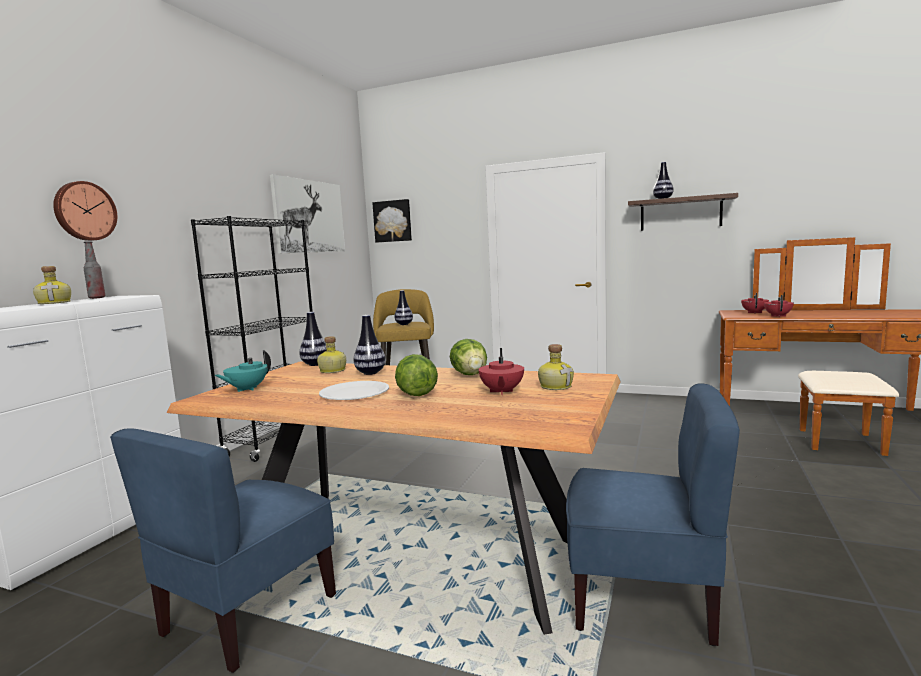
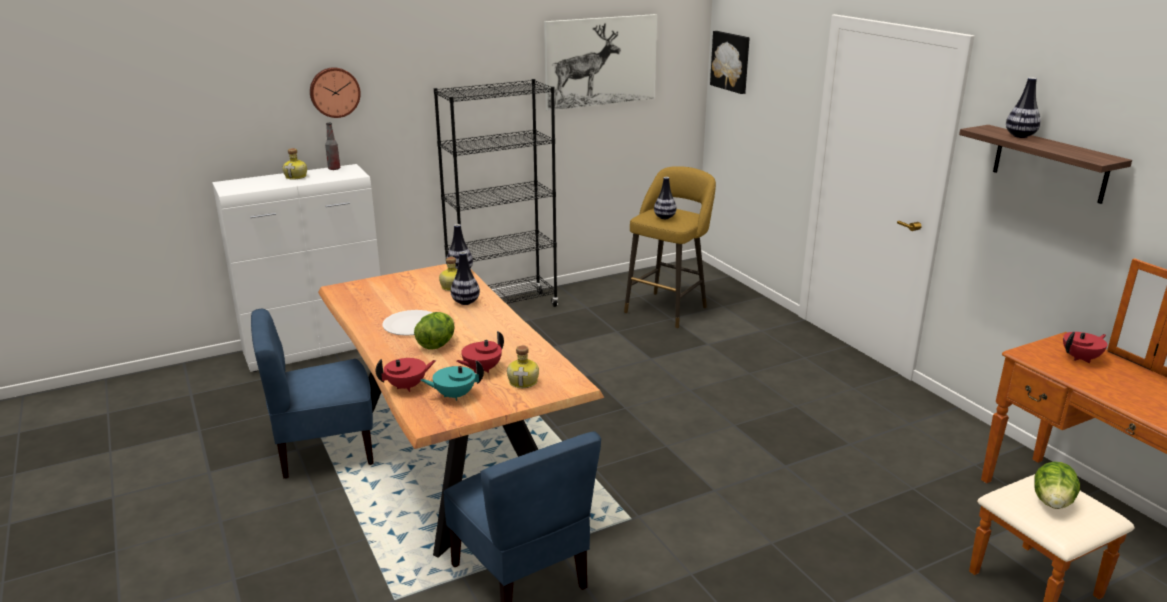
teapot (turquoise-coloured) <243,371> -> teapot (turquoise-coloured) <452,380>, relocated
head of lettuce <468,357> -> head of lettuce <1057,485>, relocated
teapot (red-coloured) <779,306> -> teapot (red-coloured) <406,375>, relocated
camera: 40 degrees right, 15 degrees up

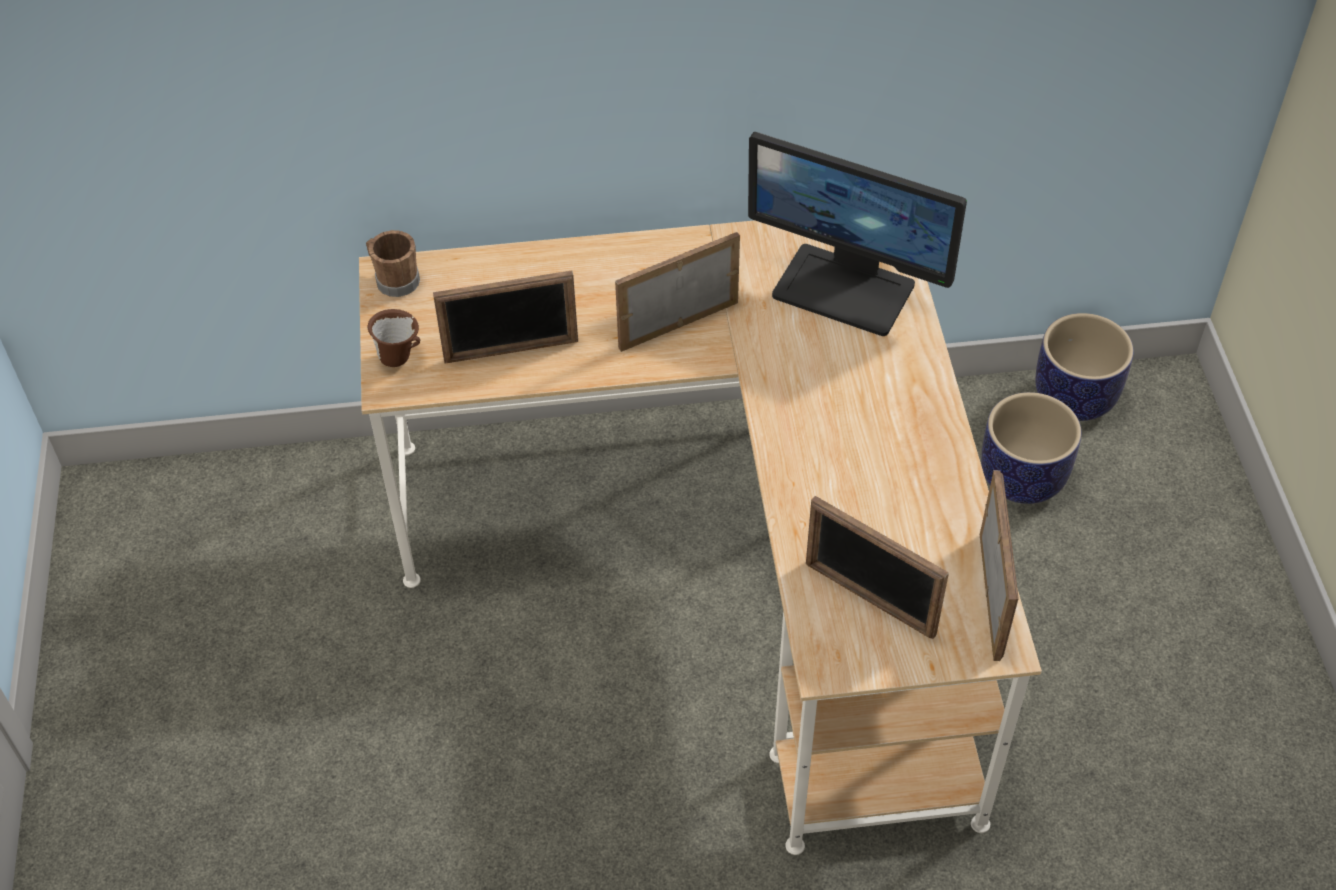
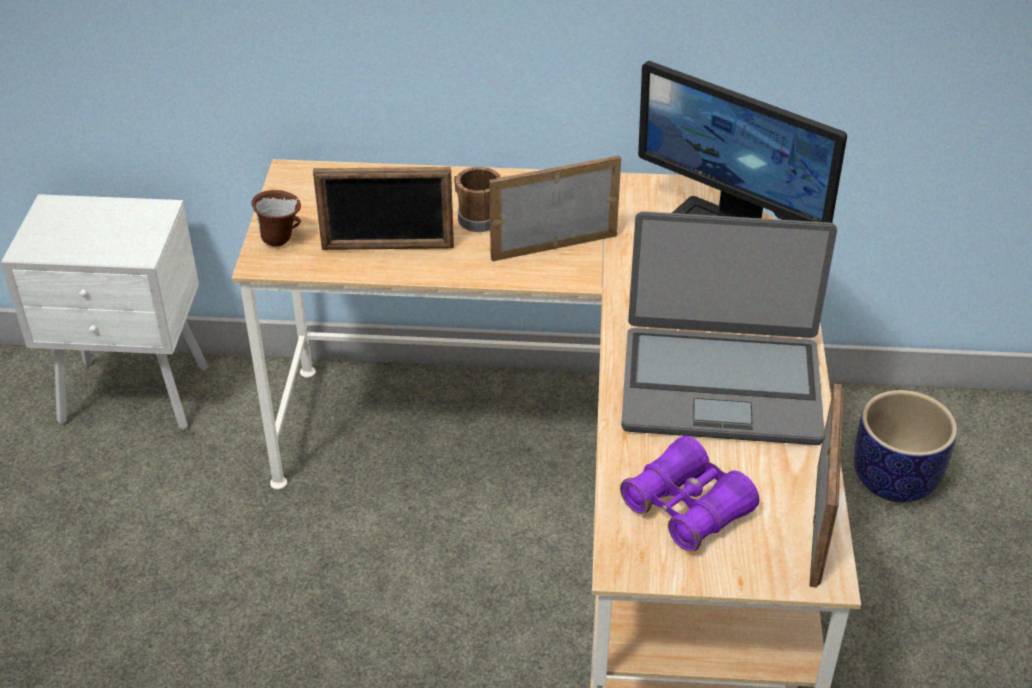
planter <1084,367> -> none
none -> bedside table (whitish) <104,312>
none -> laptop <729,328>
coffee mug (brown-coloured) <393,263> -> coffee mug (brown-coloured) <477,199>, relocated
standing frame <877,567> -> pair of binoculars (purplish) <689,494>
camera: 10 degrees right, 10 degrees down

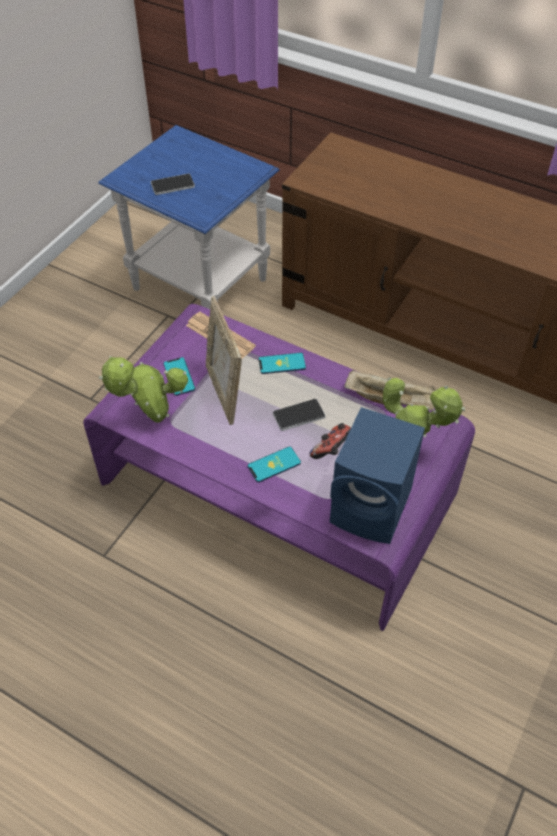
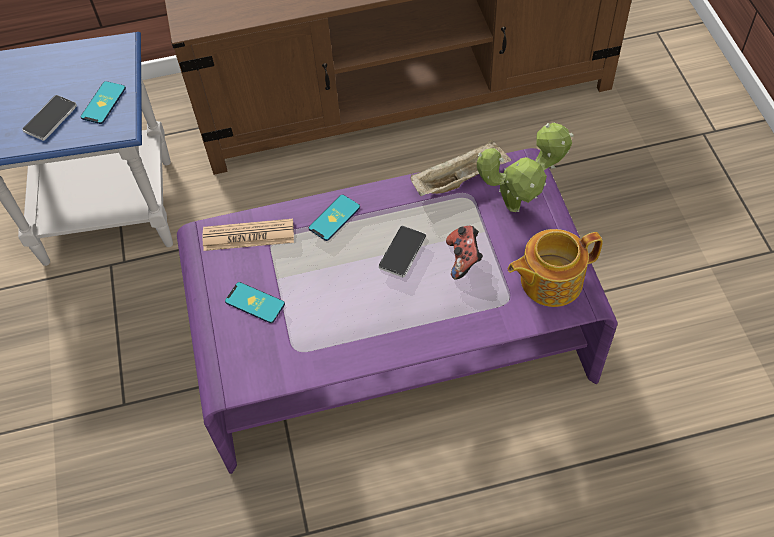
plant in a pot <143,389> -> none
standing frame <224,360> -> none
phone <274,464> -> phone <103,102>, relocated
speaker (blue) <377,475> -> teapot <555,268>
camera: 40 degrees left, 5 degrees up

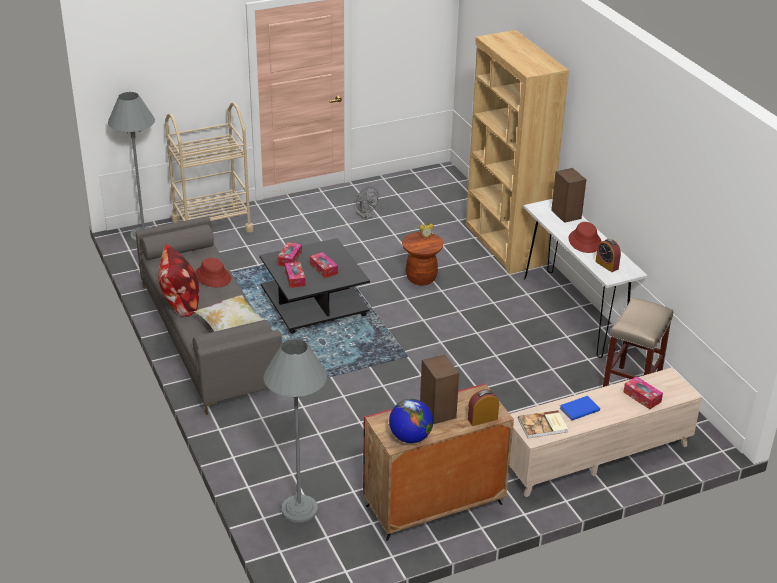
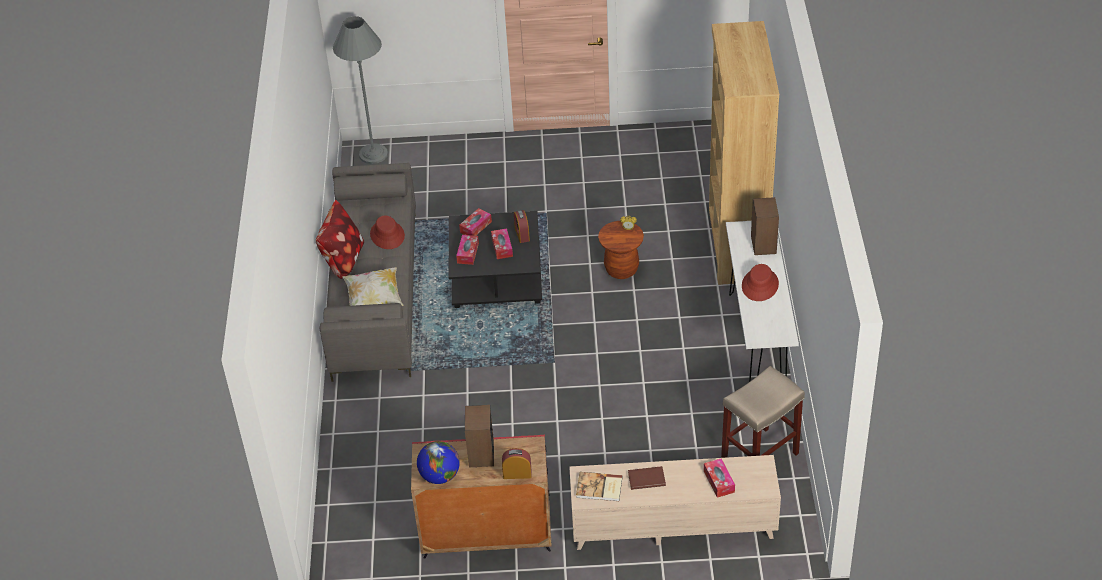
trolley (beige-coloured) <209,167> -> none
standard lamp (grey) <295,430> -> none
fan (grey) <367,203> -> none
alarm clock <608,255> -> alarm clock <522,226>, relocated
book (blue) <580,408> -> book (brown-coloured) <647,478>
camera: 25 degrees right, 10 degrees up

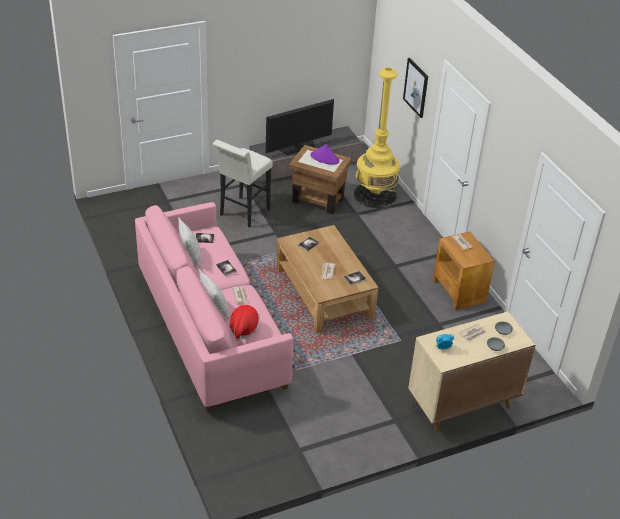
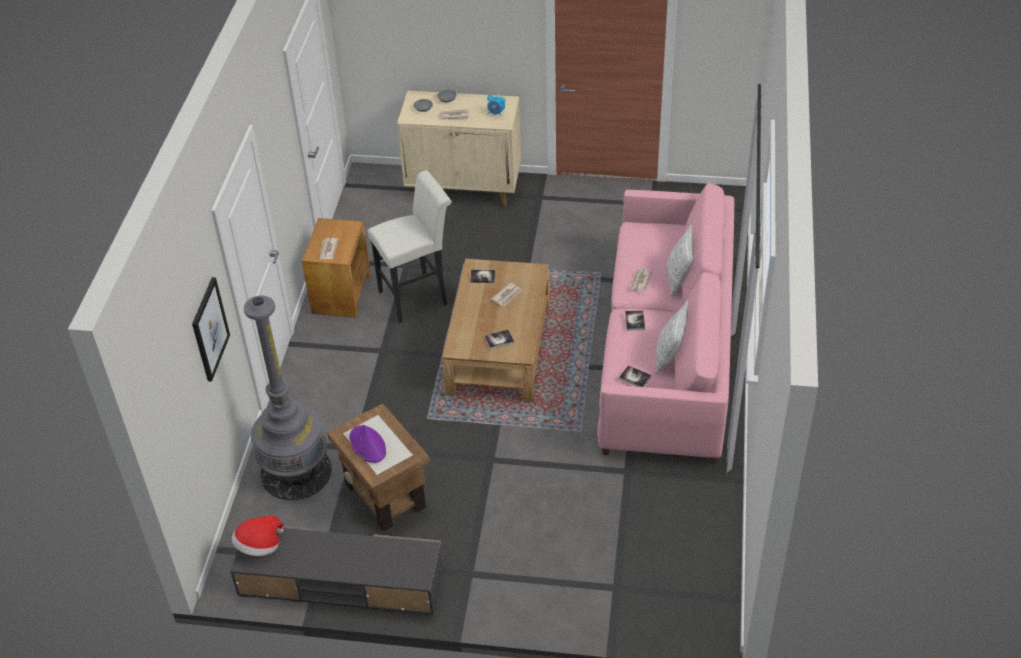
television <300,127> -> none
sitting stool (whitish) <243,184> -> sitting stool (whitish) <409,246>, relocated
hat <244,323> -> hat <258,536>, relocated
standard lamp (yellowish) <377,137> -> standard lamp (grey) <288,397>
camera: 145 degrees left, 5 degrees up

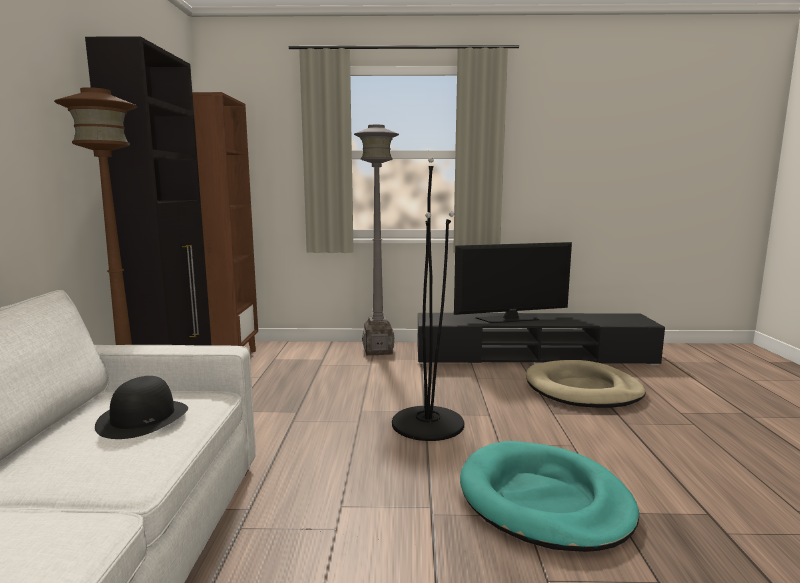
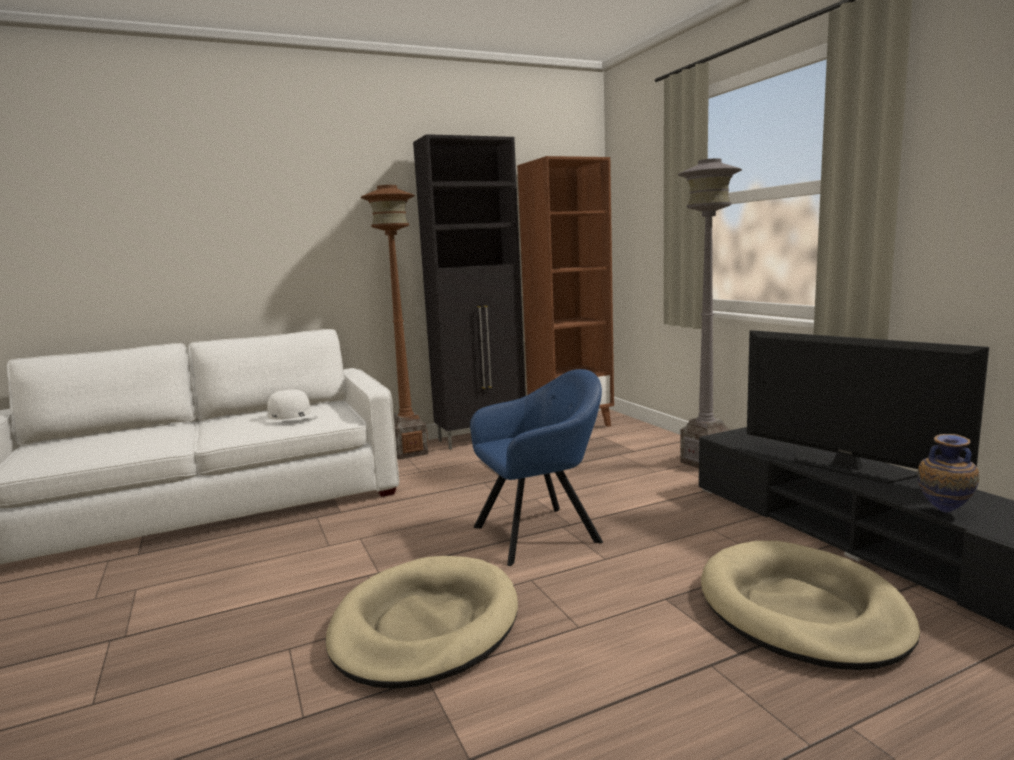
none -> decorative vase <948,473>
standard lamp (black-coloured) <428,299> -> armchair (blue) <536,467>
hat (black-coloured) <141,407> -> hat (whitish) <289,406>
pet bed (turquoise-coloured) <549,496> -> pet bed (beige-coloured) <421,622>
camera: 65 degrees right, 0 degrees up

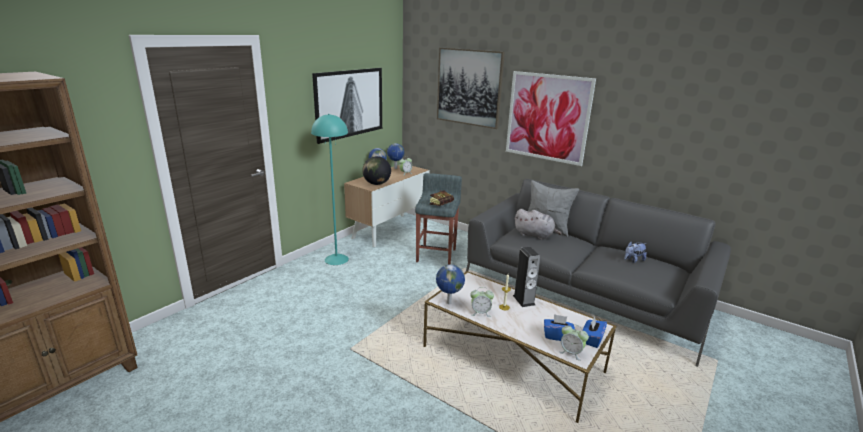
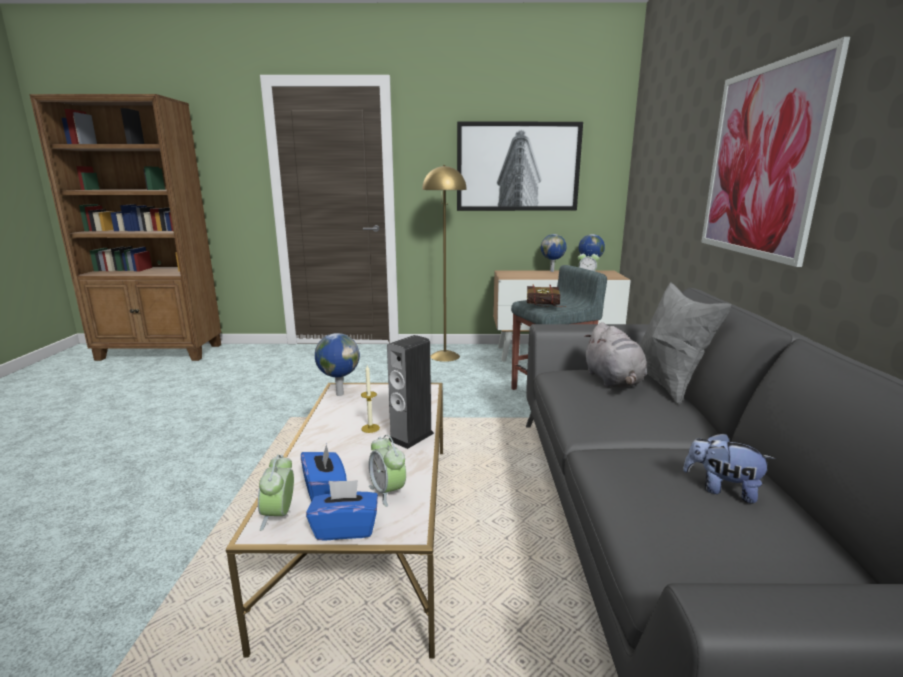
globe <376,170> -> none
wall art <471,88> -> none
alarm clock <482,302> -> alarm clock <387,471>, relocated
standard lamp (turquoise-coloured) <330,189> -> standard lamp (yellowish) <444,263>
camera: 55 degrees right, 5 degrees down

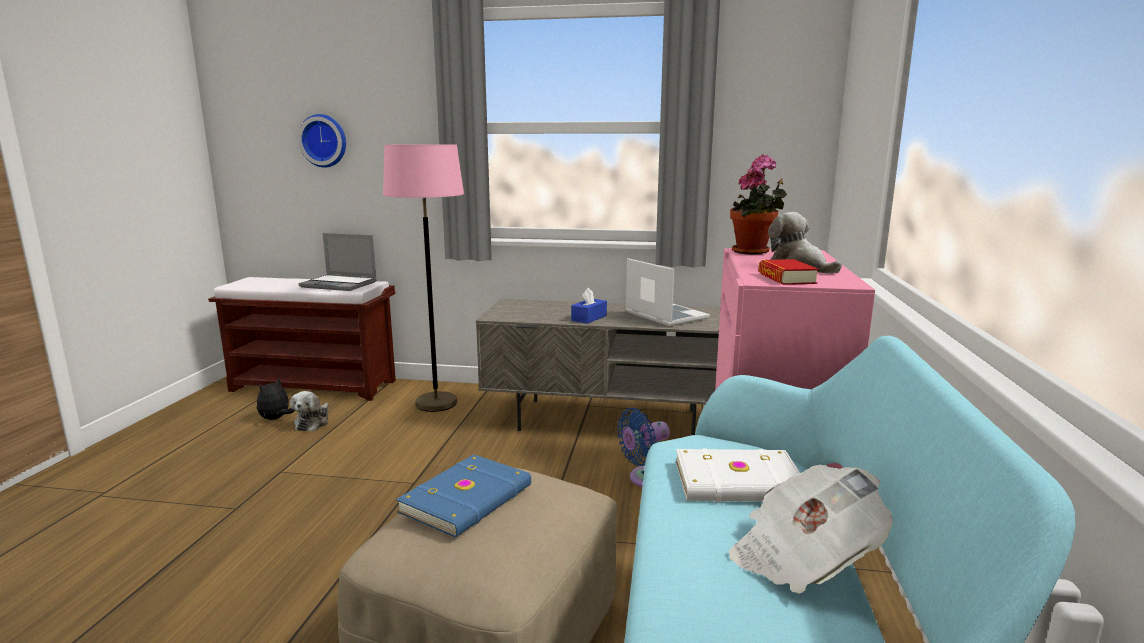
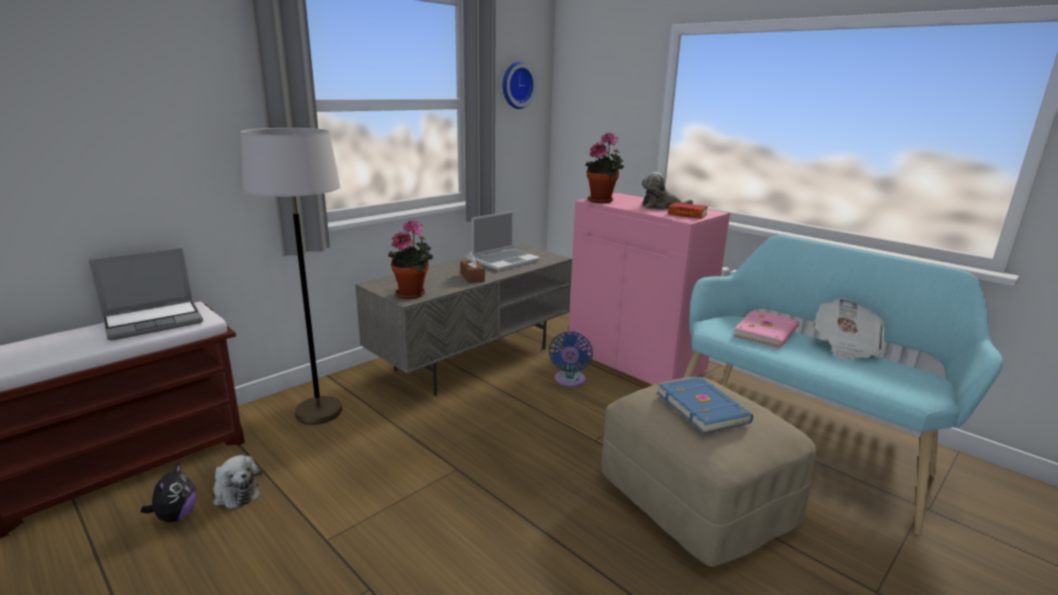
none -> plant in a pot <410,259>
clock on the wall <322,141> -> clock on the wall <519,85>, relocated
standard lamp (pinkish) <423,278> -> standard lamp (grey) <291,276>
tissue box (blue) <589,306> -> tissue box (brown-coloured) <472,267>
book (whitish) <738,475> -> book (pinkish) <766,329>
plush toy <276,399> -> plush toy <168,492>, 150 degrees counterclockwise
laptop <667,292> -> laptop <506,241>, 135 degrees clockwise
camera: 55 degrees left, 5 degrees up

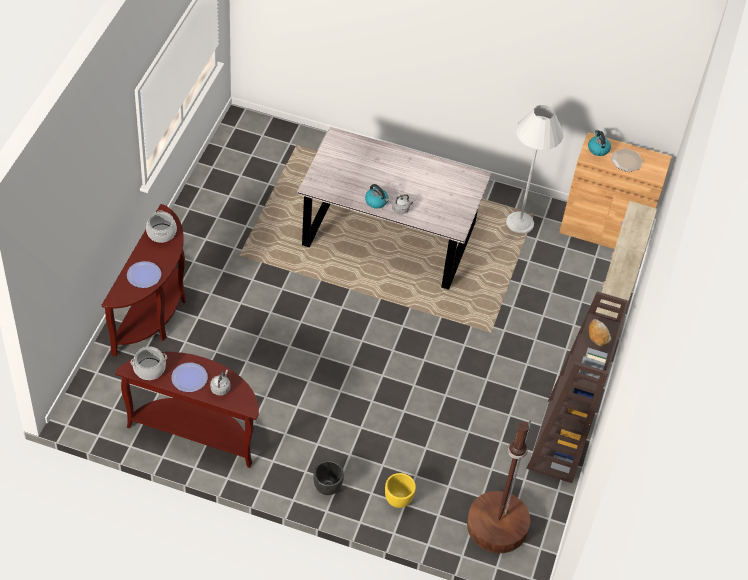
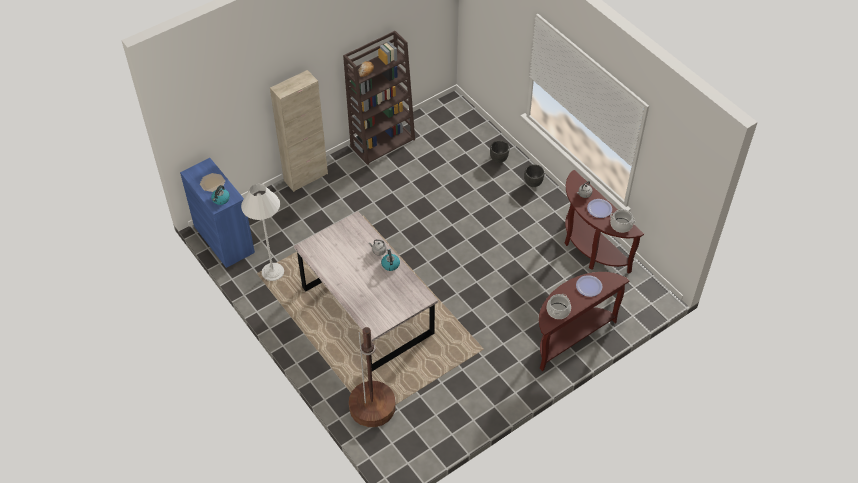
standard lamp (brown-coloured) <499,487> -> standard lamp (brown-coloured) <372,377>, relocated
planter (yellowish) <400,490> -> planter (black-coloured) <499,151>
cabinet (brown-coloured) <615,190> -> cabinet (blue) <217,213>
camera: 140 degrees left, 0 degrees up

